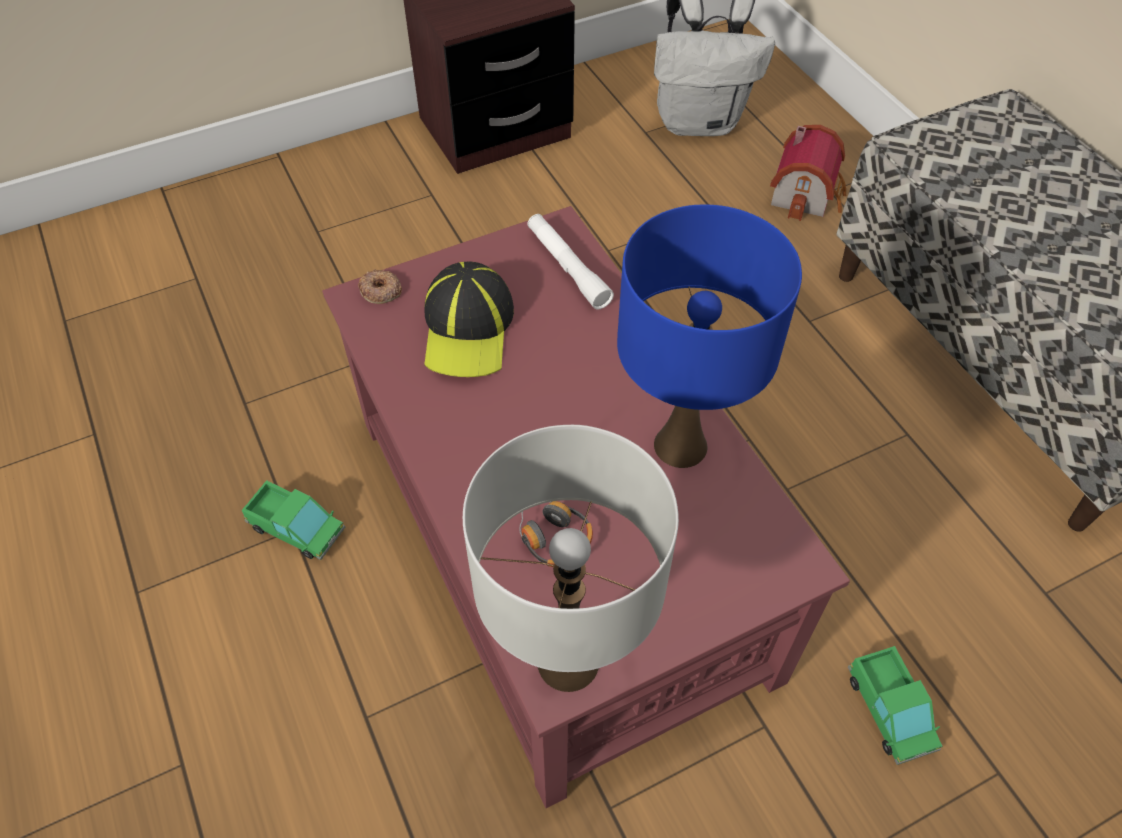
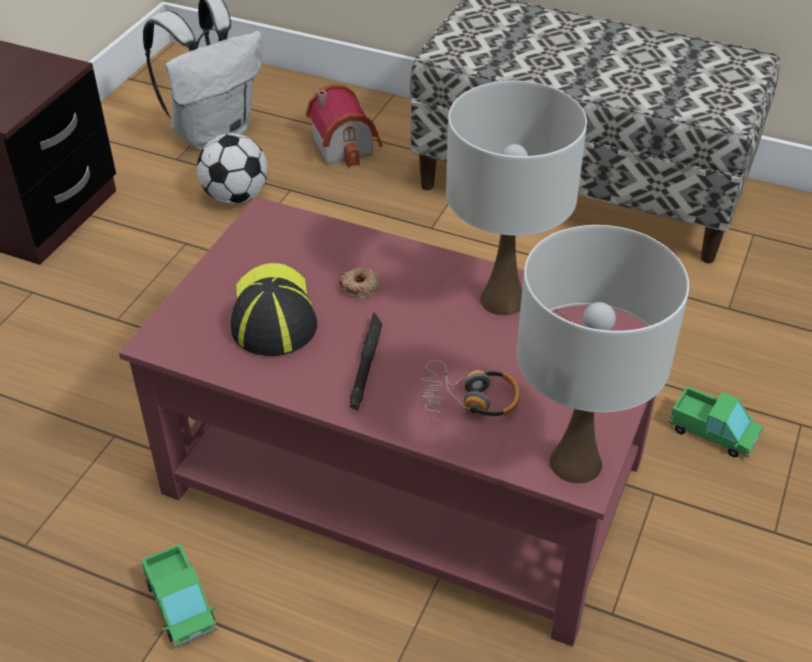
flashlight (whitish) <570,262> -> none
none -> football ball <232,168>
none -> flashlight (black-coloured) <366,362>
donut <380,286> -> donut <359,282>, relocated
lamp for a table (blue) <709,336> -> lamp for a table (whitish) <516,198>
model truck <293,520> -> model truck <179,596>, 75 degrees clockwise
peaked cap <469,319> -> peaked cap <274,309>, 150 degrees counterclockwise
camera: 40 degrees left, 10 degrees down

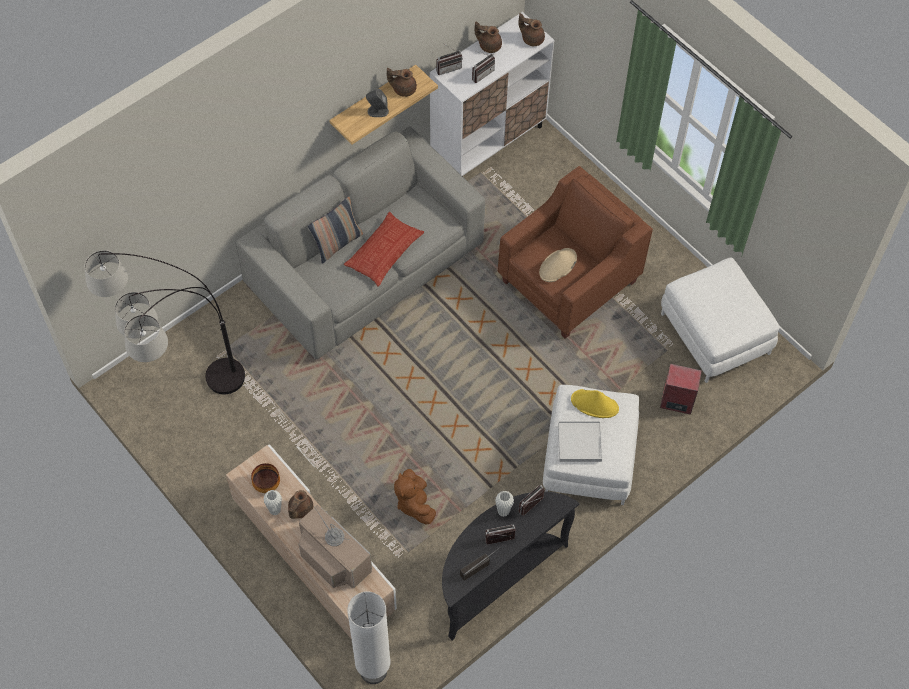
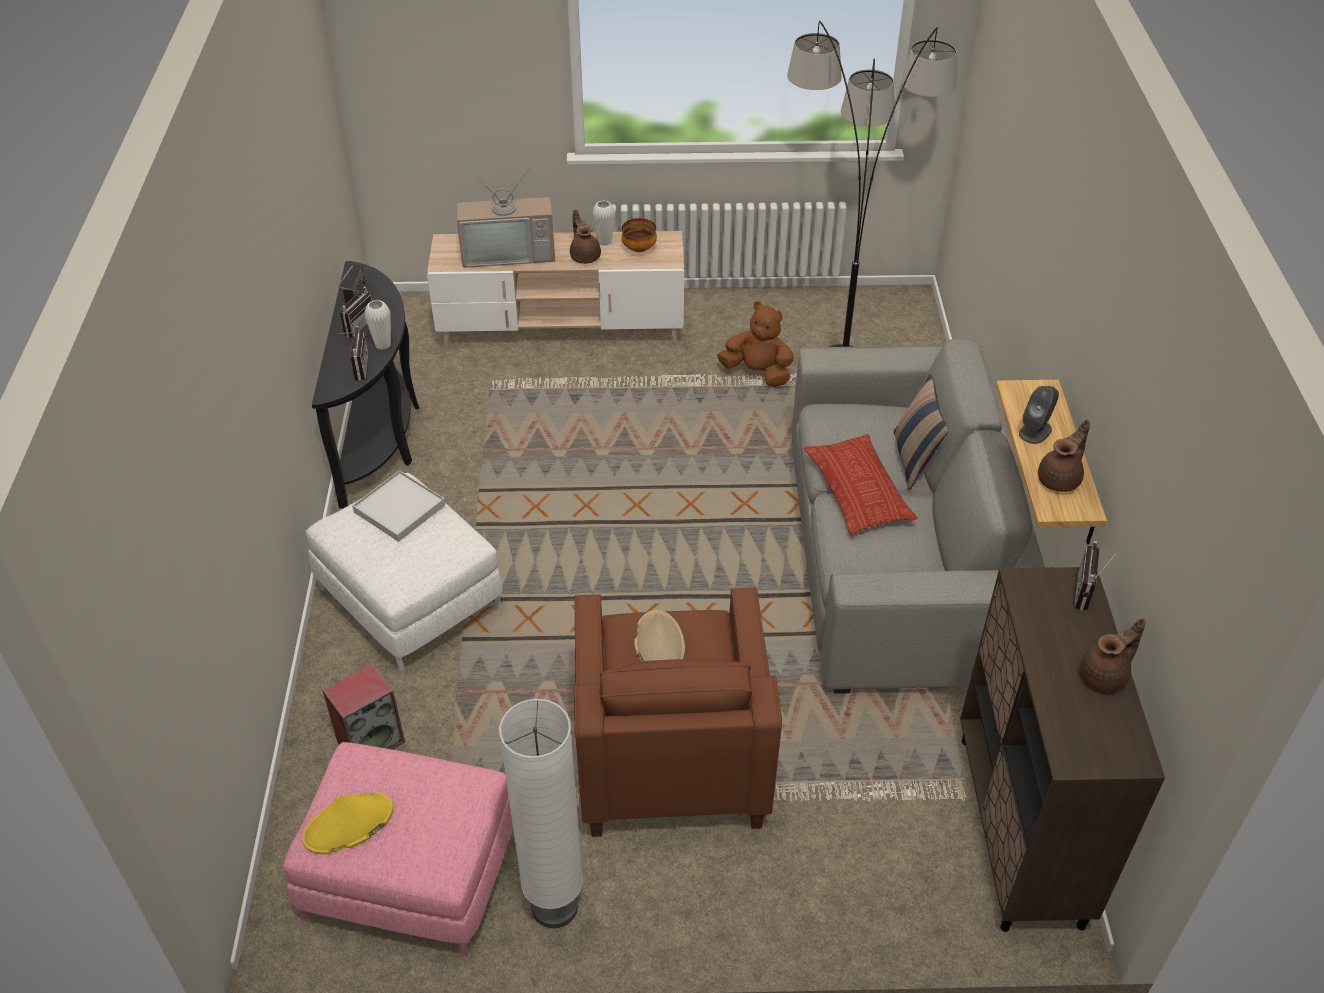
radio set <483,67> -> none
teapot (brown-coloured) <531,29> -> none
standard lamp (whitish) <368,638> -> standard lamp (whitish) <541,813>, relocated
plush toy (brown-coloured) <415,497> -> plush toy (brown-coloured) <755,344>, relocated
hat (yellowish) <595,403> -> hat (yellowish) <348,823>, relocated
cabinet (whitish) <492,94> -> cabinet (brown-coloured) <1062,749>
pouffe (whitish) <720,320> -> pouffe (pinkish) <398,849>
camera: 130 degrees right, 15 degrees down

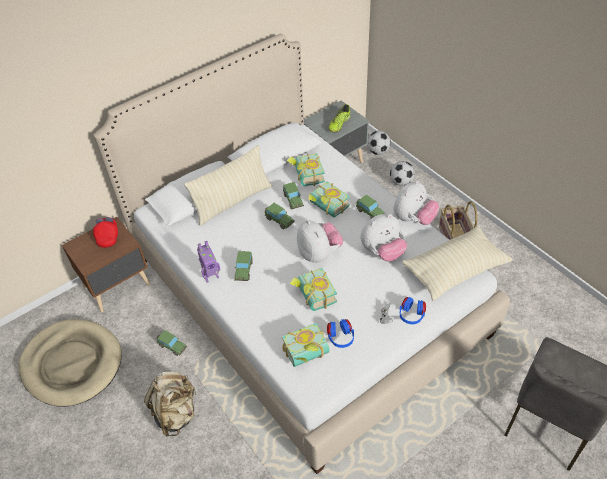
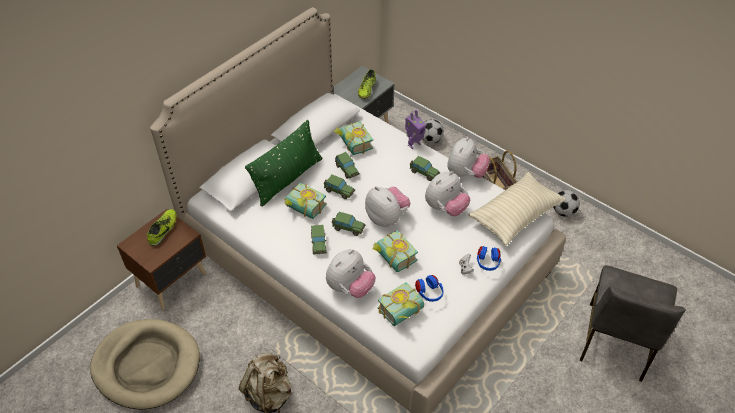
none -> plush toy <351,273>
model car <172,343> -> model car <348,224>, relocated
model robot <208,262> -> model robot <415,129>, relocated
book <329,199> -> book <305,201>, relocated
football ball <379,143> -> football ball <566,203>, relocated
peaked cap (red-coloured) <105,232> -> shoe <162,227>
cushion (beige-coloured) <228,185> -> cushion (greenish) <283,163>
camera: 15 degrees left, 0 degrees up

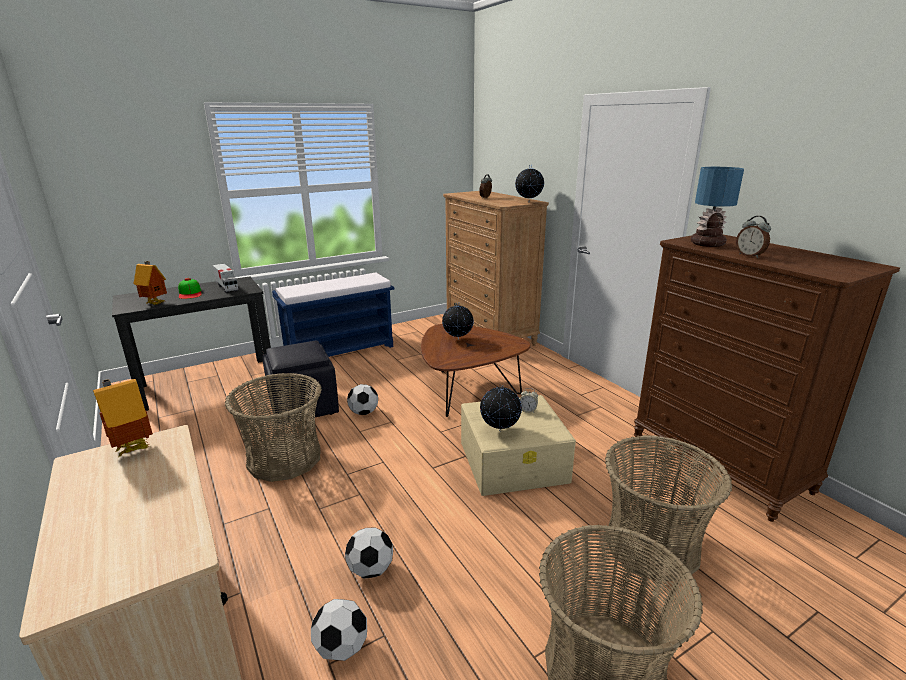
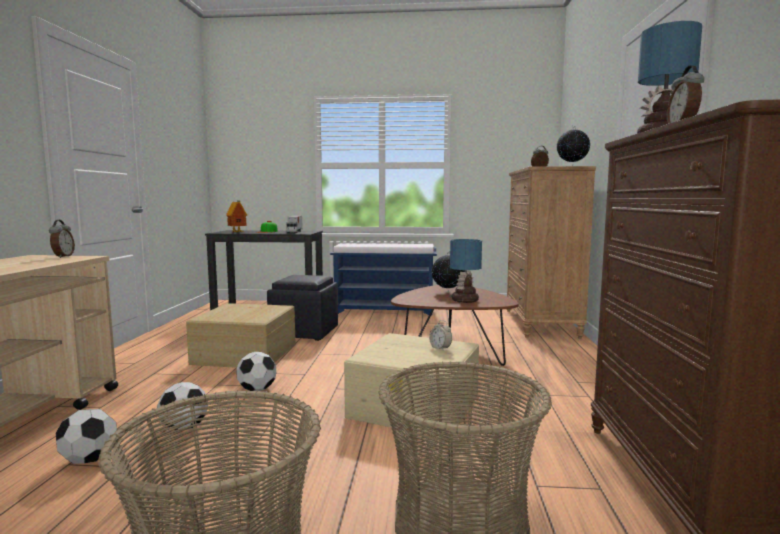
globe <501,409> -> none
none -> lamp for a table <466,271>
football ball <362,399> -> football ball <256,371>, relocated
toy house <123,418> -> alarm clock <62,239>
household basket <273,427> -> storage bin (beige-coloured) <241,335>
camera: 35 degrees right, 15 degrees down

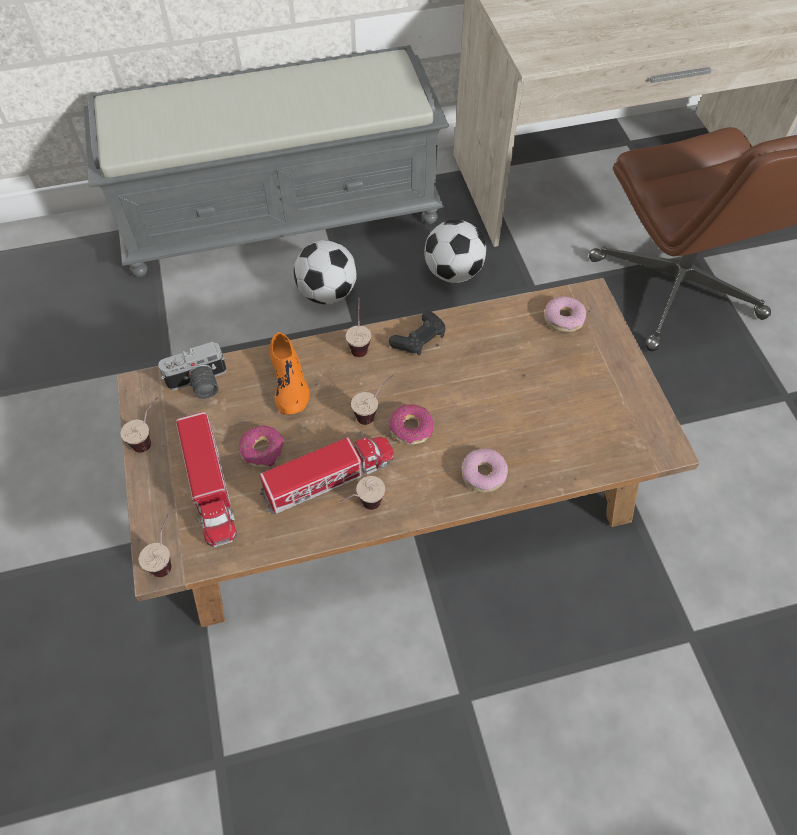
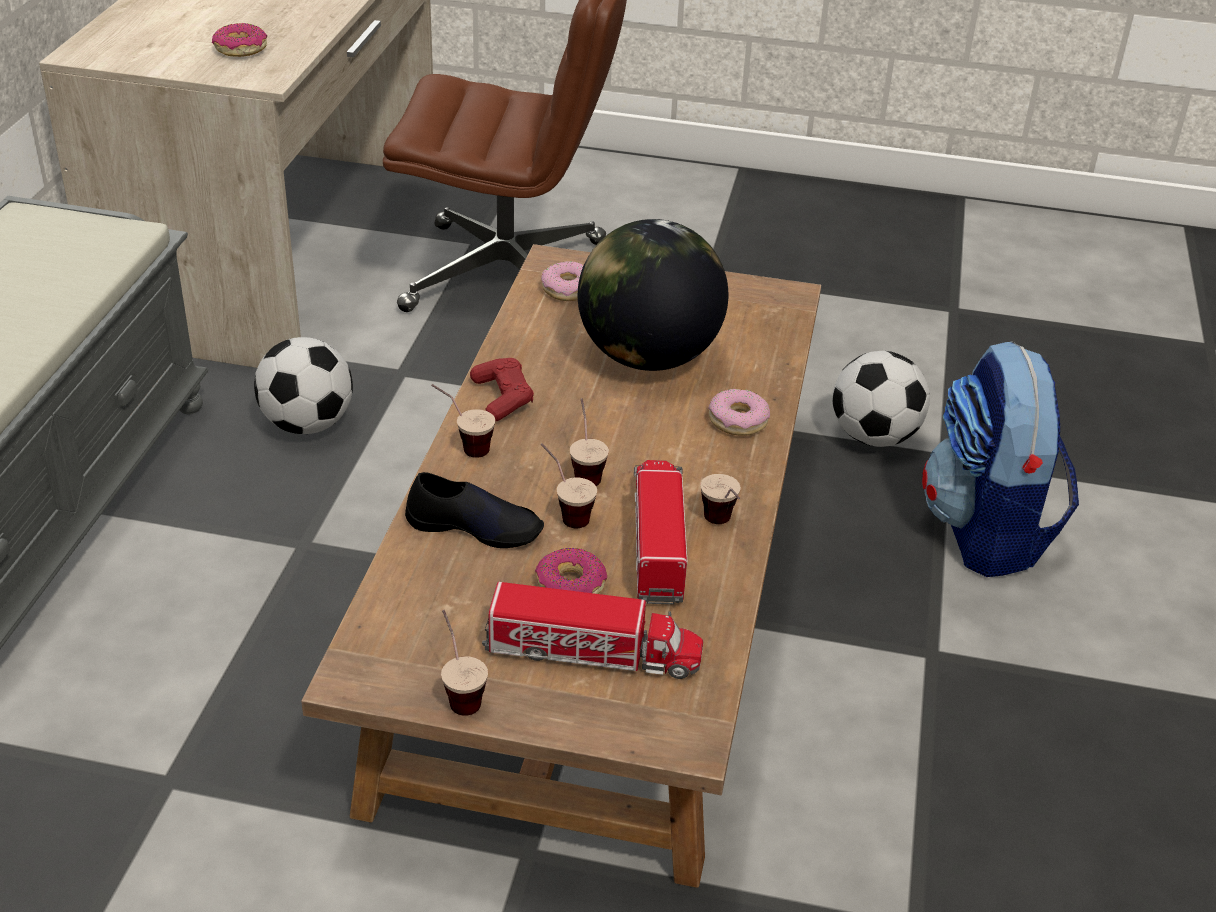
photo camera <192,370> -> none
none -> globe <653,295>
none -> knapsack <1000,459>
small cup <155,545> -> small cup <568,485>, relocated
football ball <325,272> -> football ball <881,399>, relocated
donut <411,424> -> donut <239,40>, relocated
shoe (orange) <290,373> -> shoe (black-coloured) <474,510>
joypad (black-coloured) <417,333> -> joypad (red-coloured) <502,389>
camera: 65 degrees left, 20 degrees down

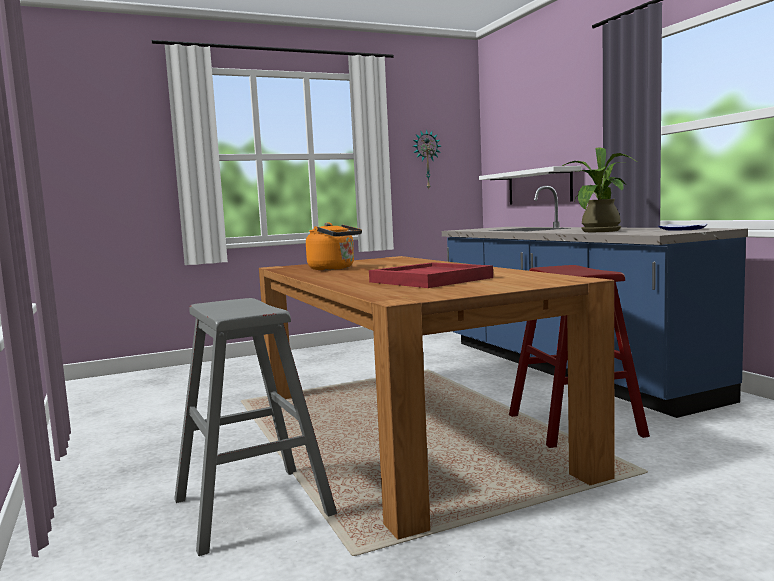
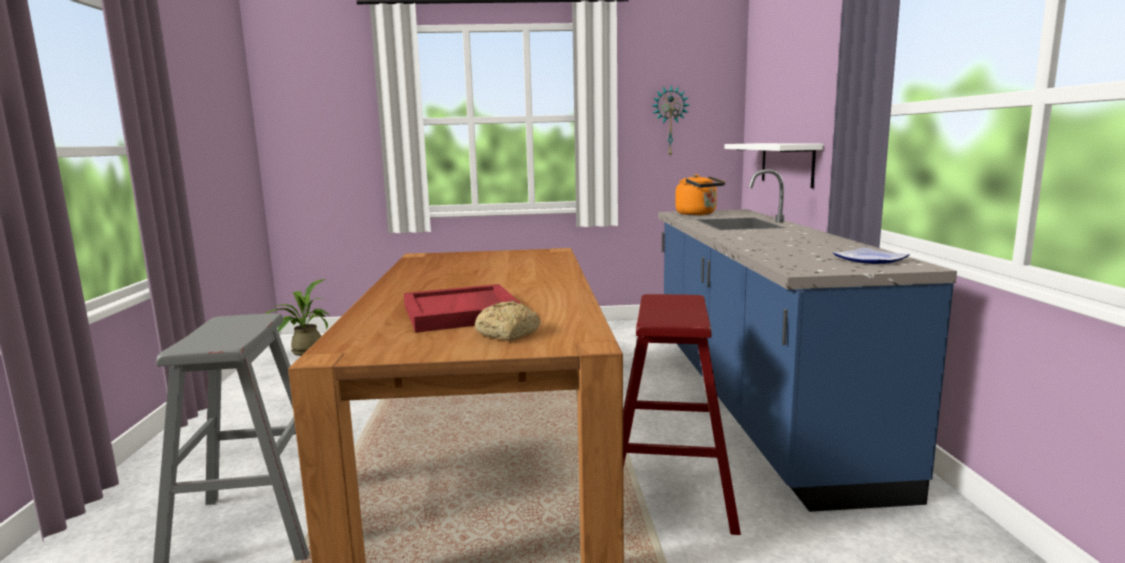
none -> baked bread <508,321>
kettle (orange) <334,246> -> kettle (orange) <700,194>, relocated
plant in a pot <599,189> -> plant in a pot <297,317>, relocated
camera: 20 degrees right, 5 degrees up

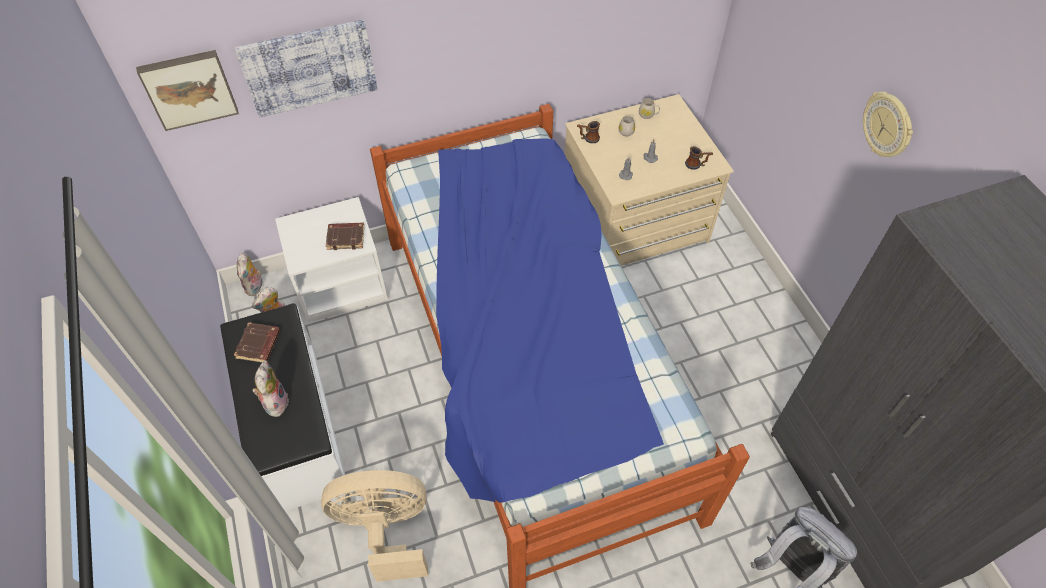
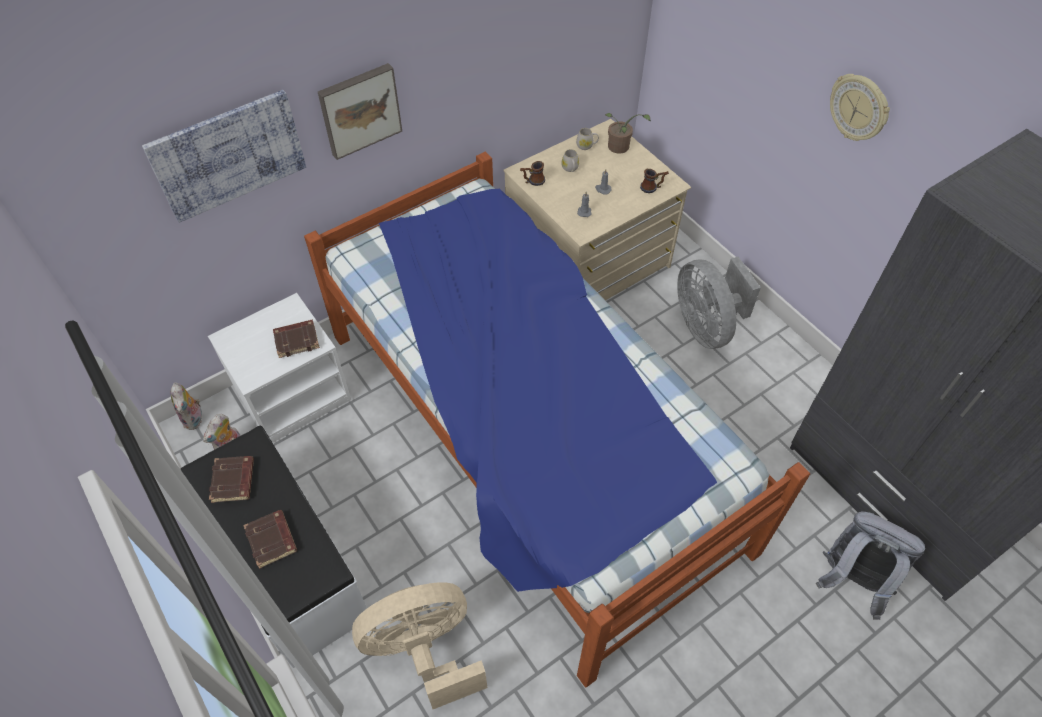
none -> plant in a pot <628,133>
none -> fan (grey) <719,303>
wall art <187,90> -> wall art <360,111>, relocated
plush toy <271,388> -> book (brown-coloured) <270,539>
camera: 15 degrees left, 0 degrees up

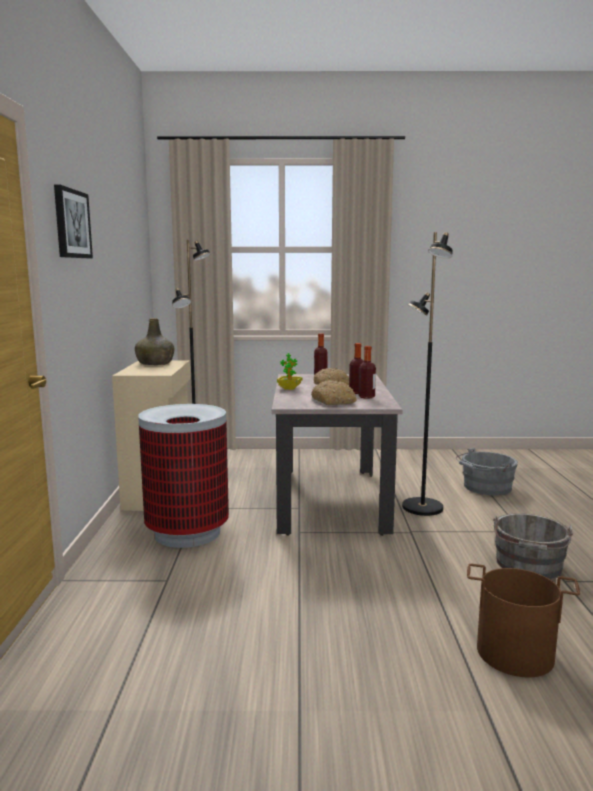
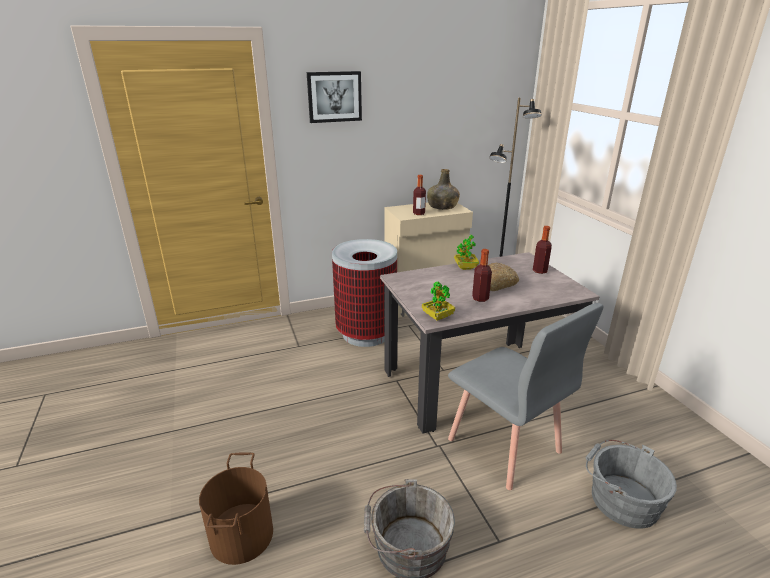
baked bread <334,392> -> none
none -> plant in a pot <438,301>
beverage bottle <367,372> -> beverage bottle <419,195>, relocated
standard lamp (black-coloured) <427,374> -> chair (grey) <526,396>
camera: 70 degrees right, 15 degrees up

